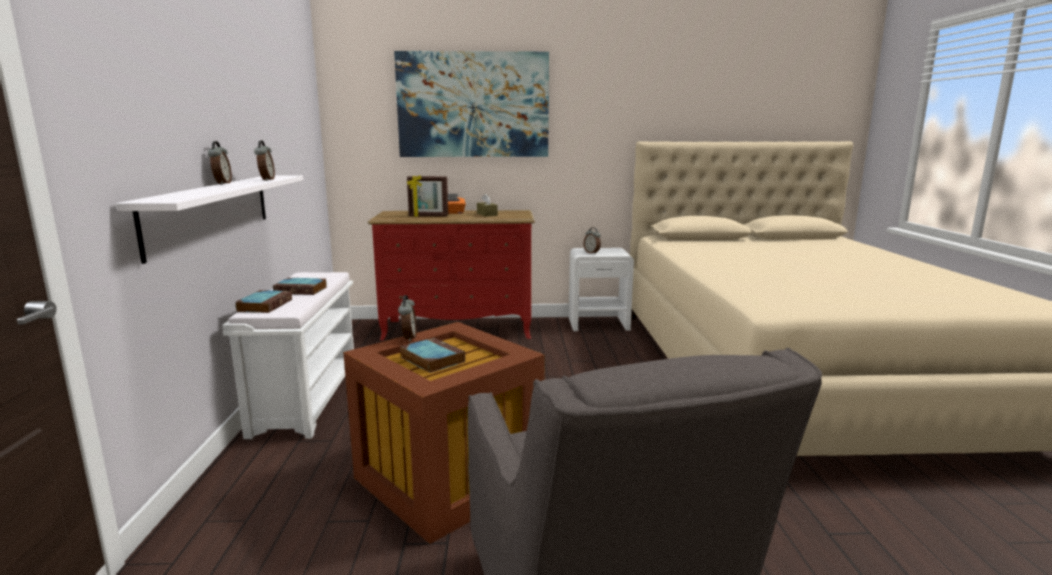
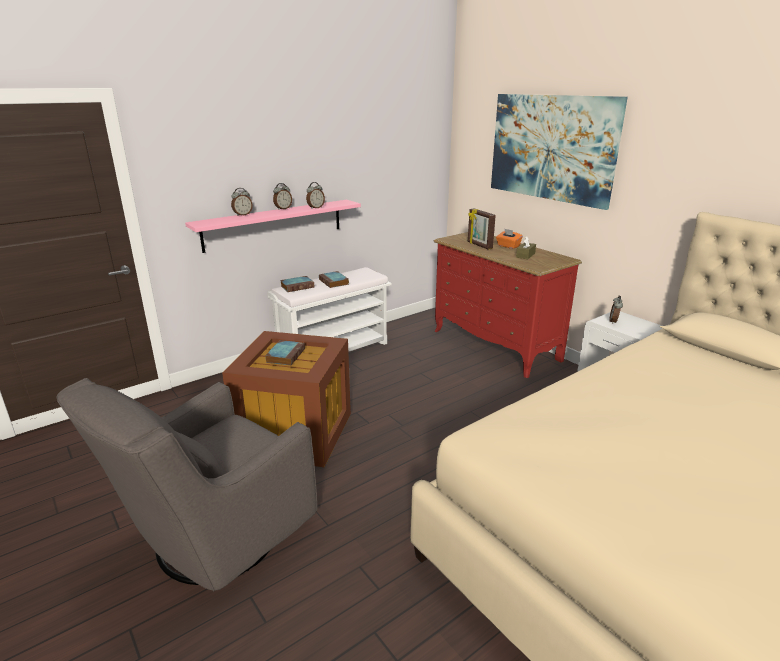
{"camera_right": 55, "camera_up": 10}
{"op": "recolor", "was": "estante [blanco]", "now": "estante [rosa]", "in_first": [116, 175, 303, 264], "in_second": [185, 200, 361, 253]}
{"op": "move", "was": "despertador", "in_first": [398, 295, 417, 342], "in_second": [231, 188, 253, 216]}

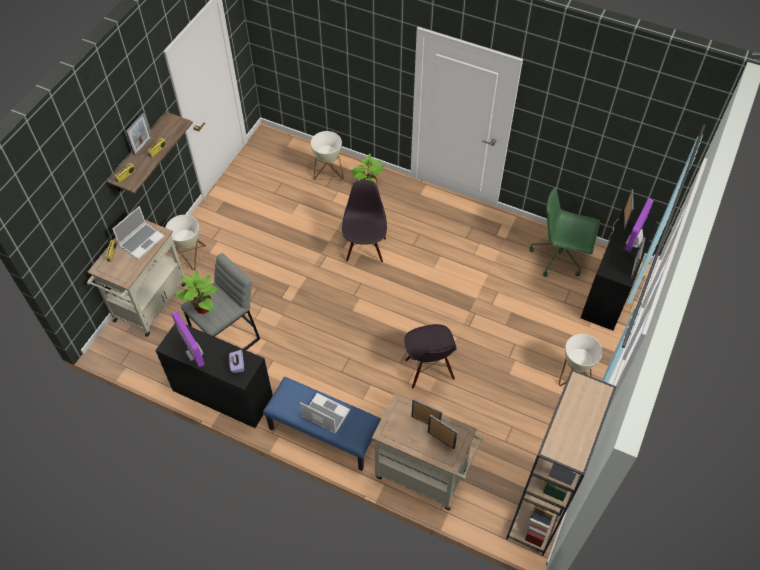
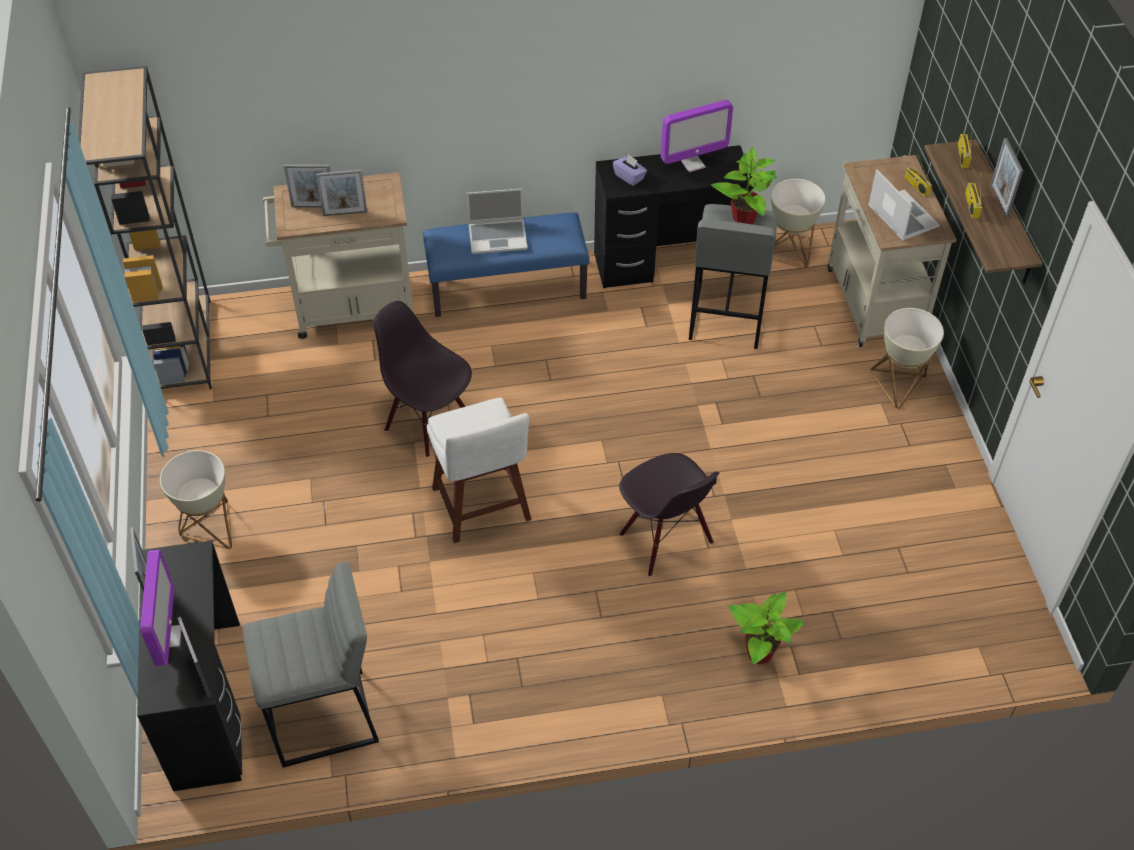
{"camera_right": 145, "camera_up": -5}
{"op": "move", "was": "maceta", "in_first": [311, 131, 344, 180], "in_second": [771, 179, 826, 268]}
{"op": "replace", "was": "silla de oficina [verde]", "now": "taburete [gris]", "in_first": [529, 187, 600, 277], "in_second": [242, 562, 379, 768]}
{"op": "rotate", "was": "portátil", "in_first": [113, 206, 164, 259], "in_second": [868, 169, 940, 241], "clockwise": 150}
{"op": "rotate", "was": "monitor", "in_first": [171, 311, 205, 367], "in_second": [661, 100, 733, 172], "clockwise": 135}
{"op": "insert", "now": "silla [blanco]", "in_second": [427, 397, 532, 543]}

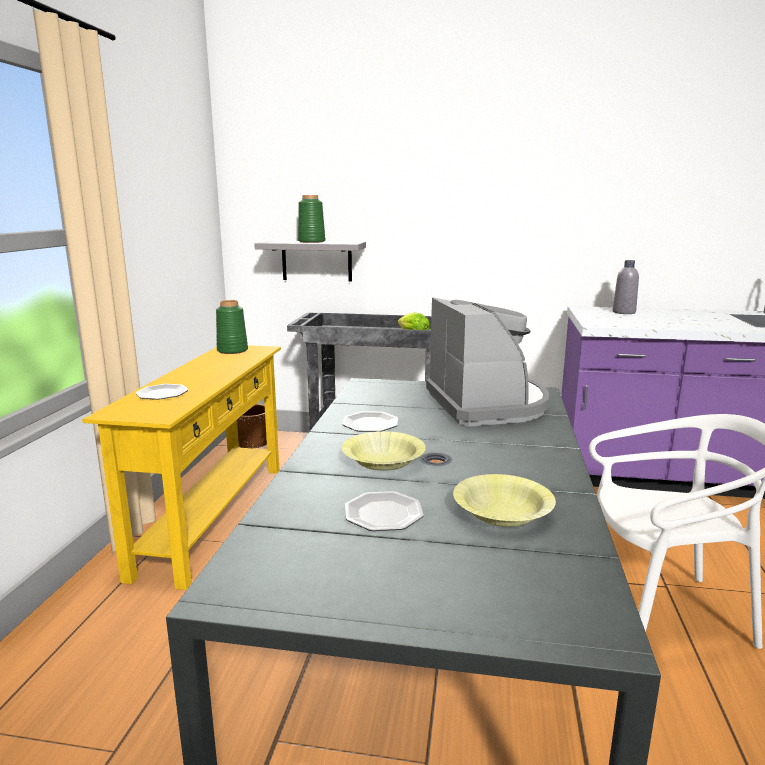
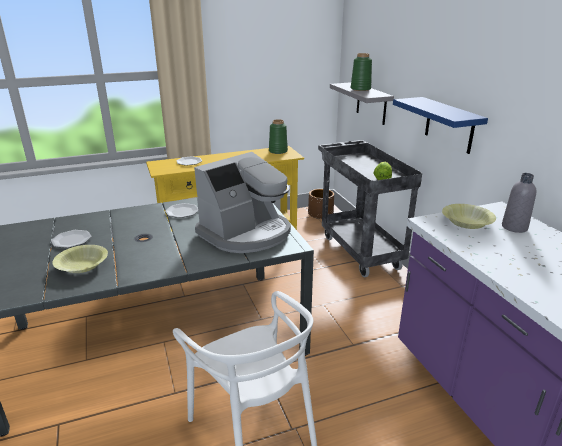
{"camera_right": 60, "camera_up": 10}
{"op": "move", "was": "cuenco [amarillo]", "in_first": [342, 431, 426, 471], "in_second": [442, 204, 496, 229]}
{"op": "insert", "now": "estante [azul]", "in_second": [393, 97, 488, 154]}

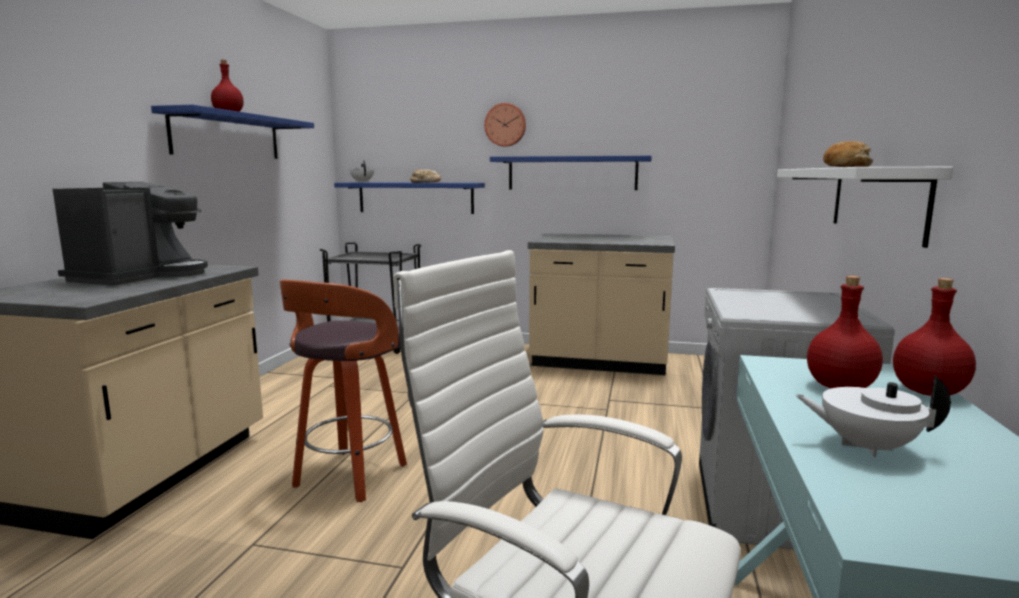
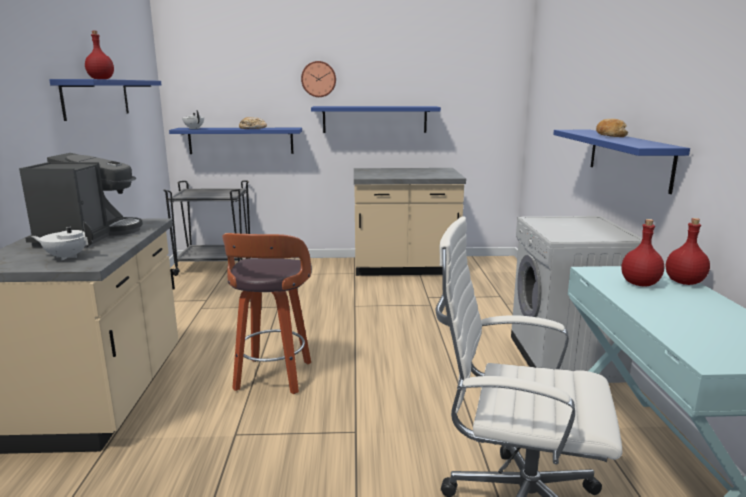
{"camera_right": -15, "camera_up": 5}
{"op": "recolor", "was": "estante [blanco]", "now": "estante [azul]", "in_first": [777, 167, 953, 248], "in_second": [553, 130, 690, 194]}
{"op": "move", "was": "tetera [blanco]", "in_first": [795, 375, 951, 457], "in_second": [31, 222, 93, 261]}

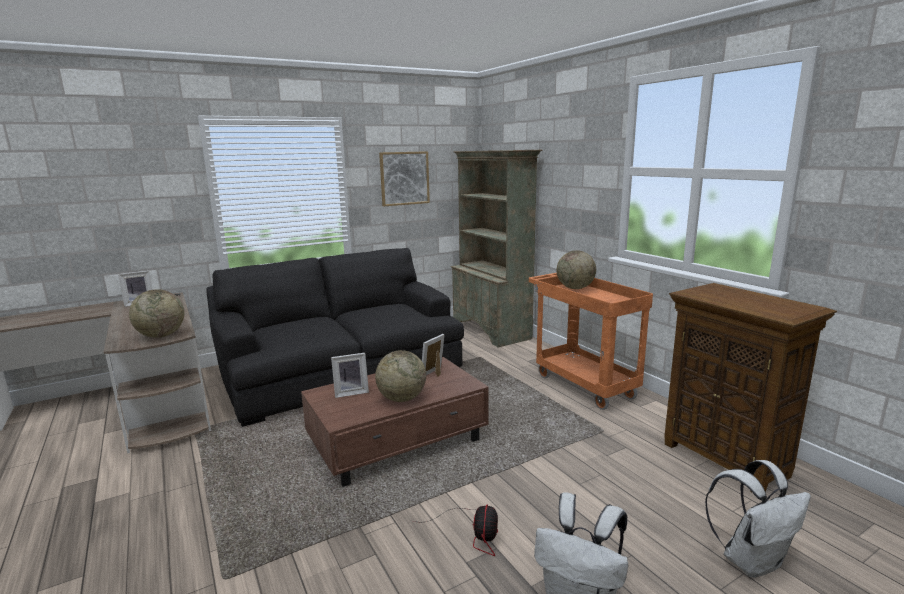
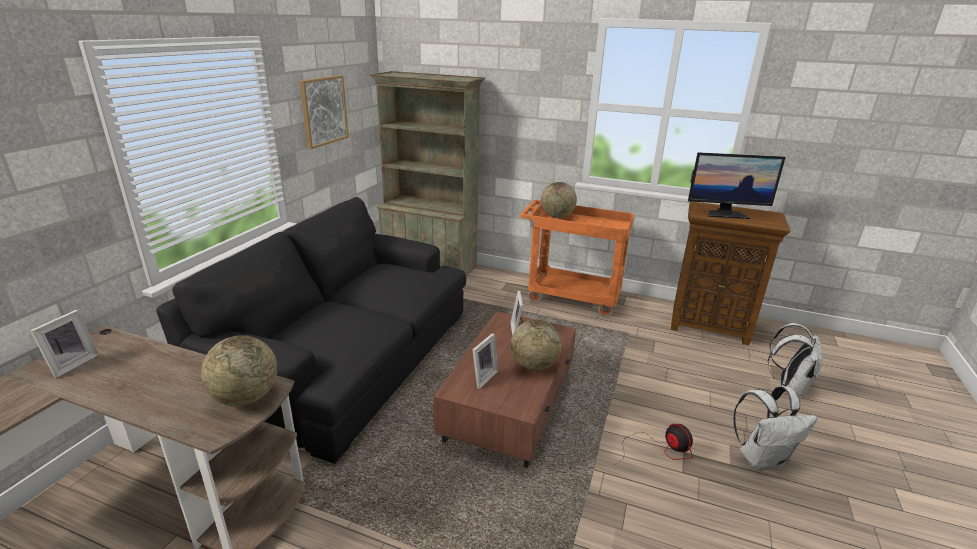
{"camera_right": -40, "camera_up": 10}
{"op": "insert", "now": "monitor", "in_second": [688, 152, 786, 219]}

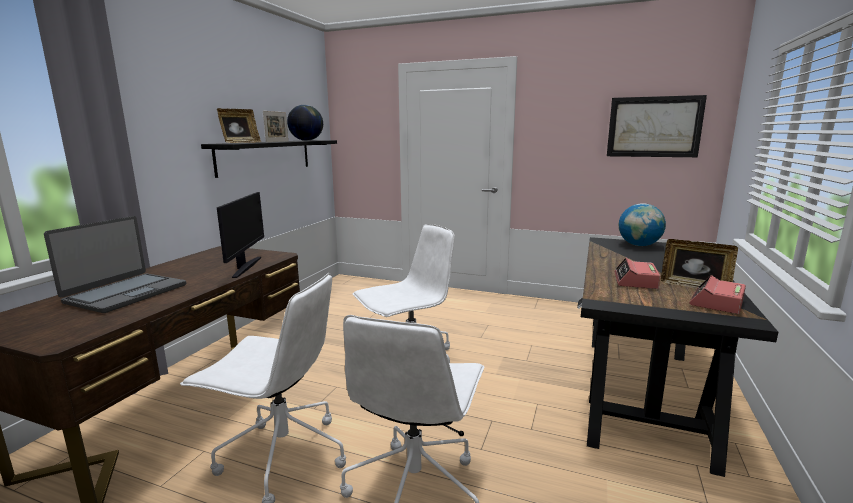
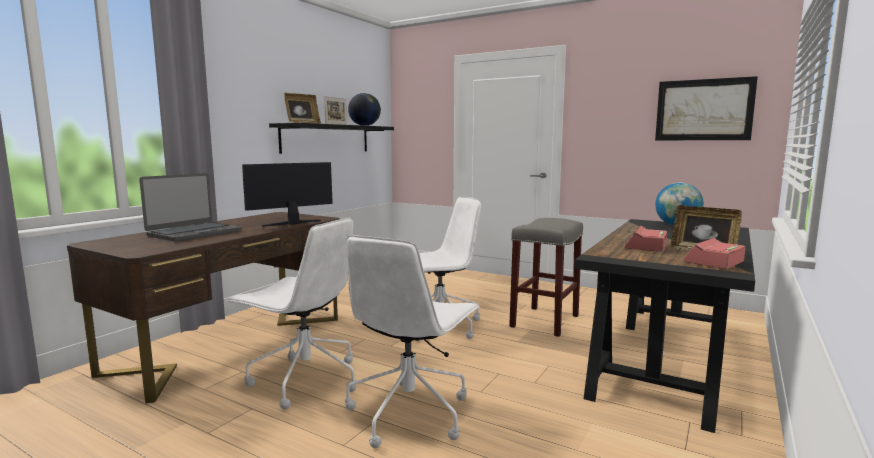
{"camera_right": 10, "camera_up": -5}
{"op": "rotate", "was": "monitor", "in_first": [217, 192, 264, 278], "in_second": [242, 162, 333, 227], "clockwise": -135}
{"op": "insert", "now": "taburete [gris]", "in_second": [509, 218, 583, 337]}

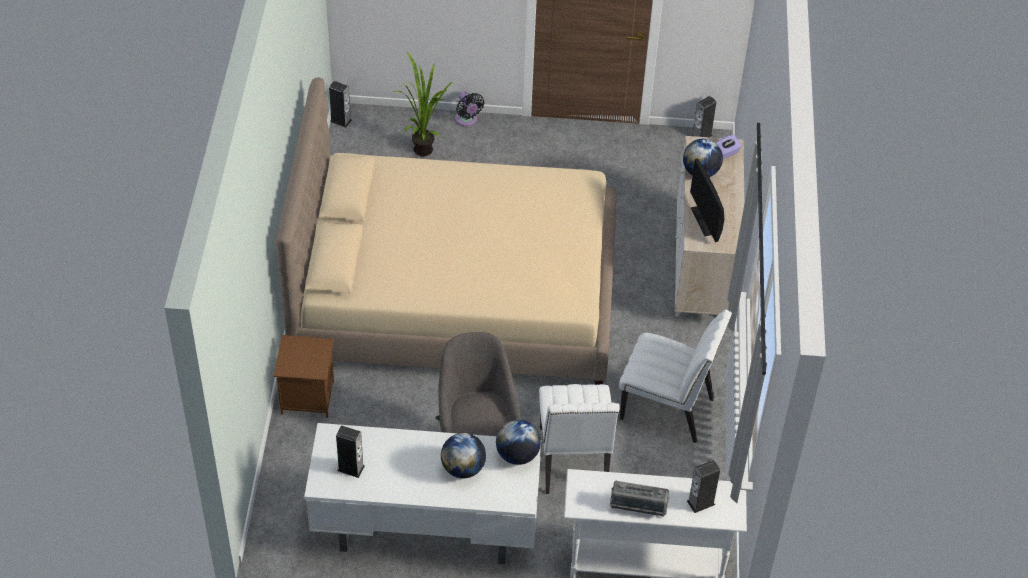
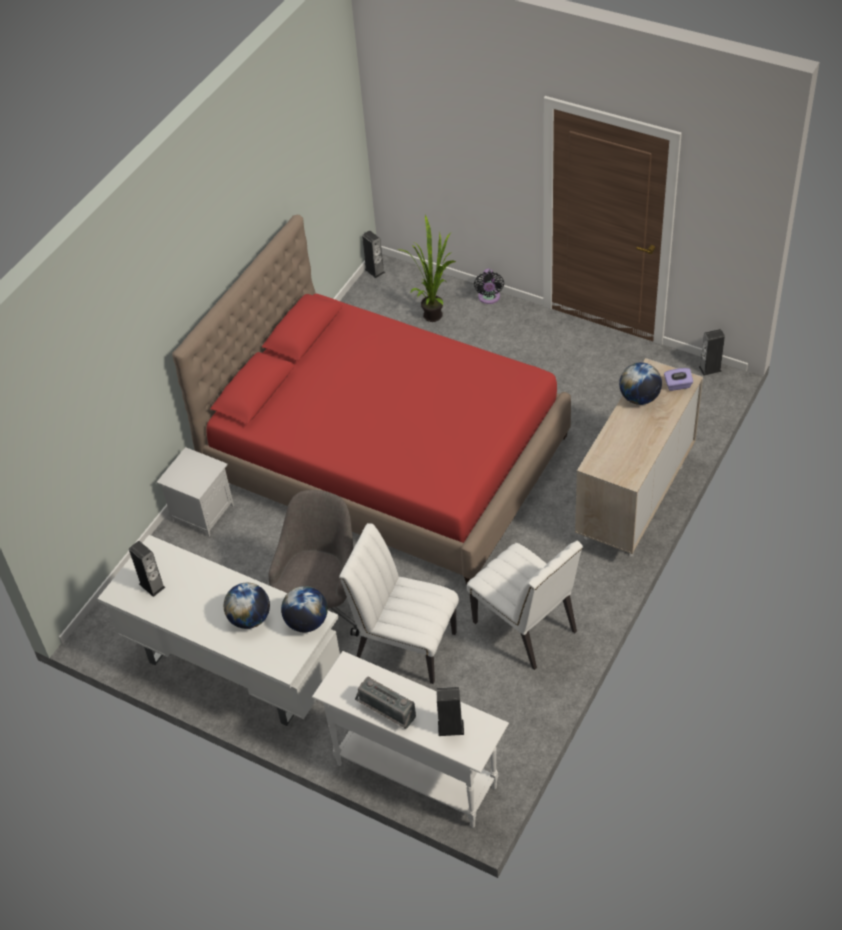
{"camera_right": 30, "camera_up": 0}
{"op": "recolor", "was": "cama [beis]", "now": "cama [rojo]", "in_first": [276, 77, 617, 385], "in_second": [172, 215, 571, 585]}
{"op": "delete", "was": "monitor", "in_first": [690, 159, 724, 242]}
{"op": "recolor", "was": "mesita de noche [marrón]", "now": "mesita de noche [gris]", "in_first": [273, 335, 334, 418], "in_second": [157, 447, 234, 537]}
{"op": "rotate", "was": "silla [blanco]", "in_first": [539, 384, 620, 494], "in_second": [339, 523, 459, 684], "clockwise": 90}

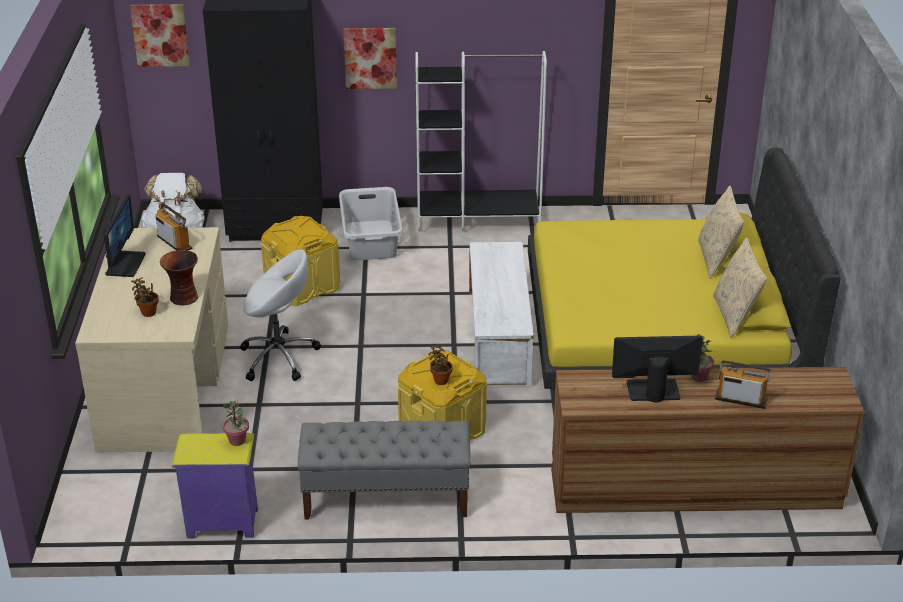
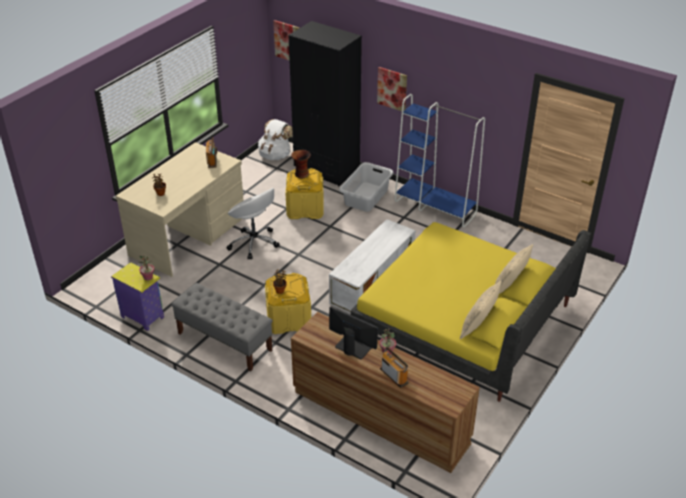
{"camera_right": 35, "camera_up": 5}
{"op": "recolor", "was": "perchero [negro]", "now": "perchero [azul]", "in_first": [415, 51, 547, 231], "in_second": [395, 94, 485, 228]}
{"op": "delete", "was": "monitor", "in_first": [103, 194, 146, 277]}
{"op": "move", "was": "florero", "in_first": [160, 250, 198, 306], "in_second": [291, 150, 311, 179]}

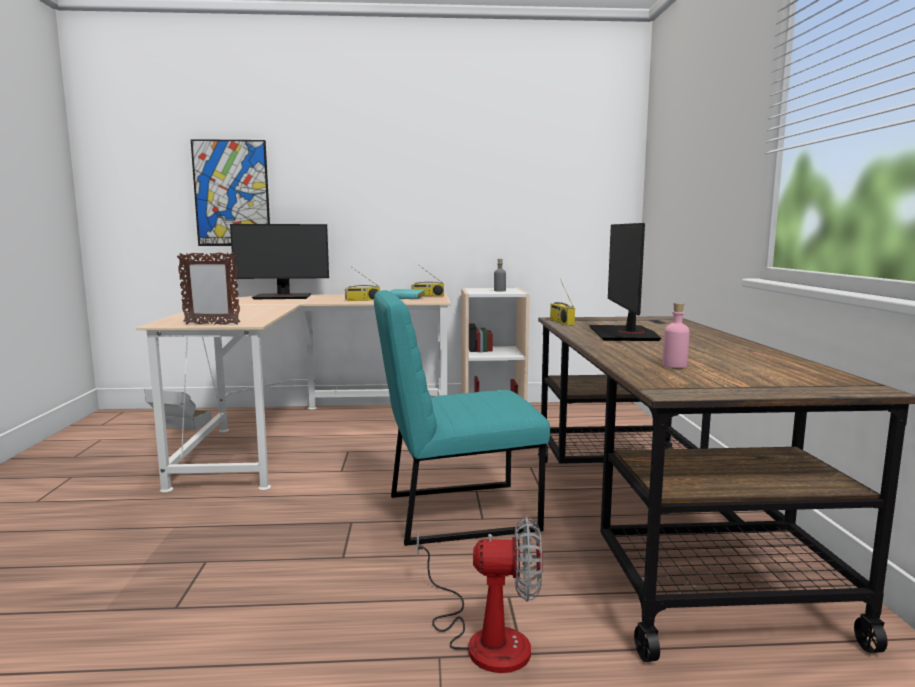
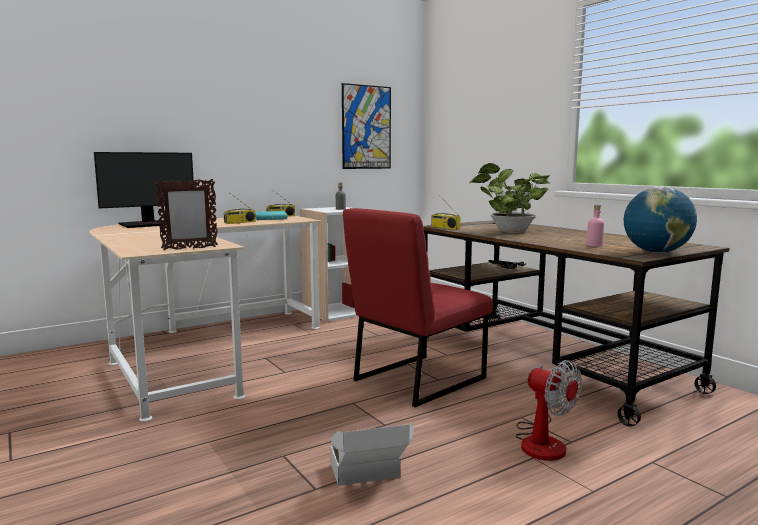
{"camera_right": -30, "camera_up": 0}
{"op": "move", "was": "cuadro", "in_first": [191, 139, 270, 246], "in_second": [342, 83, 391, 169]}
{"op": "replace", "was": "monitor", "now": "planta en maceta", "in_first": [589, 223, 661, 341], "in_second": [469, 163, 550, 233]}
{"op": "recolor", "was": "silla [turquesa]", "now": "silla [rojo]", "in_first": [374, 290, 550, 546], "in_second": [343, 208, 493, 407]}
{"op": "move", "was": "caja de cartón", "in_first": [145, 389, 211, 430], "in_second": [331, 423, 413, 486]}
{"op": "rotate", "was": "ventilador", "in_first": [417, 516, 543, 673], "in_second": [515, 360, 582, 461], "clockwise": 75}
{"op": "insert", "now": "globo terráqueo", "in_second": [624, 187, 697, 253]}

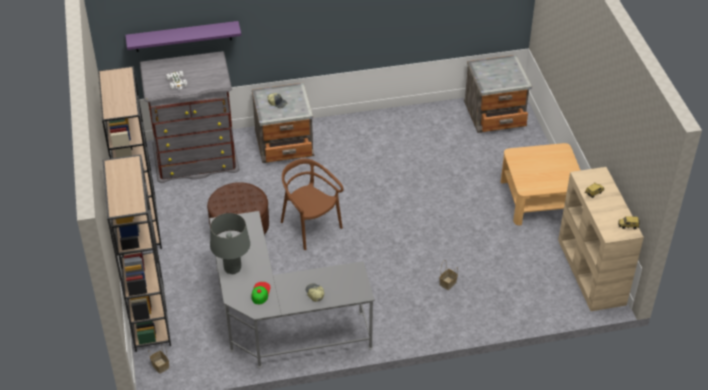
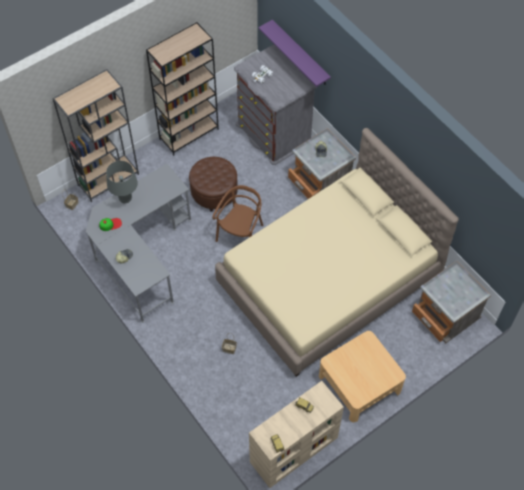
{"camera_right": 65, "camera_up": 15}
{"op": "insert", "now": "cama [beis]", "in_second": [215, 128, 459, 377]}

